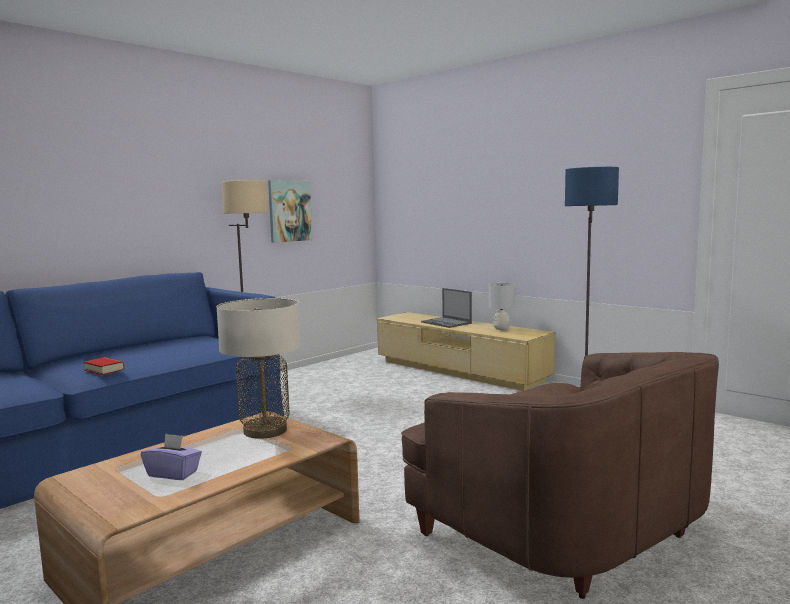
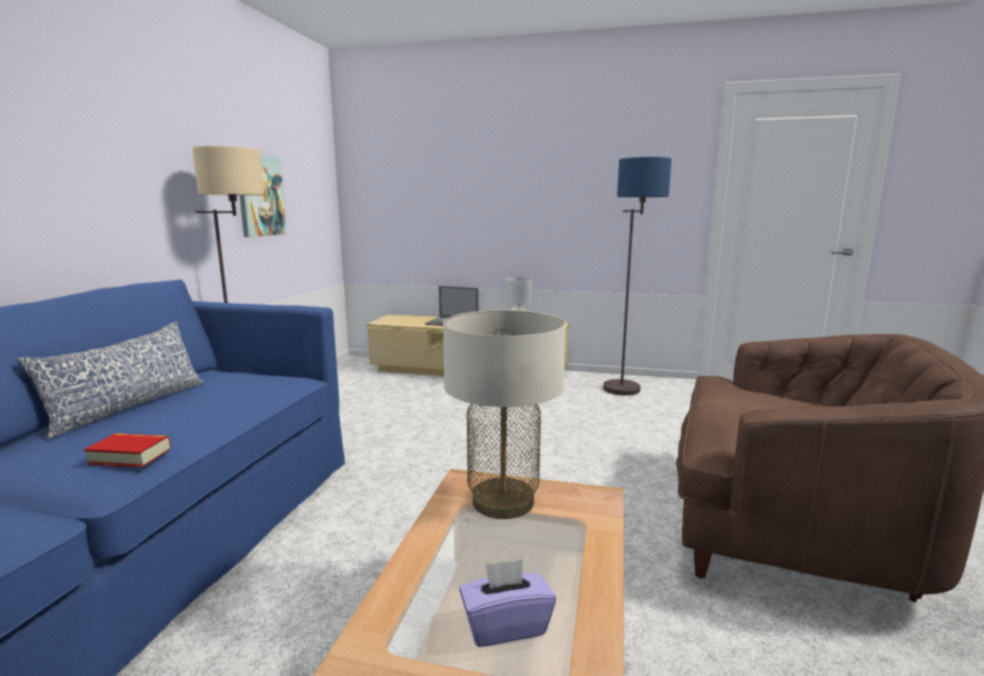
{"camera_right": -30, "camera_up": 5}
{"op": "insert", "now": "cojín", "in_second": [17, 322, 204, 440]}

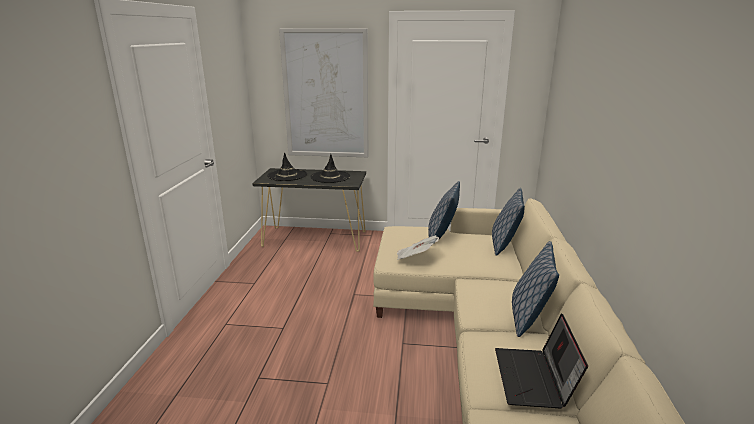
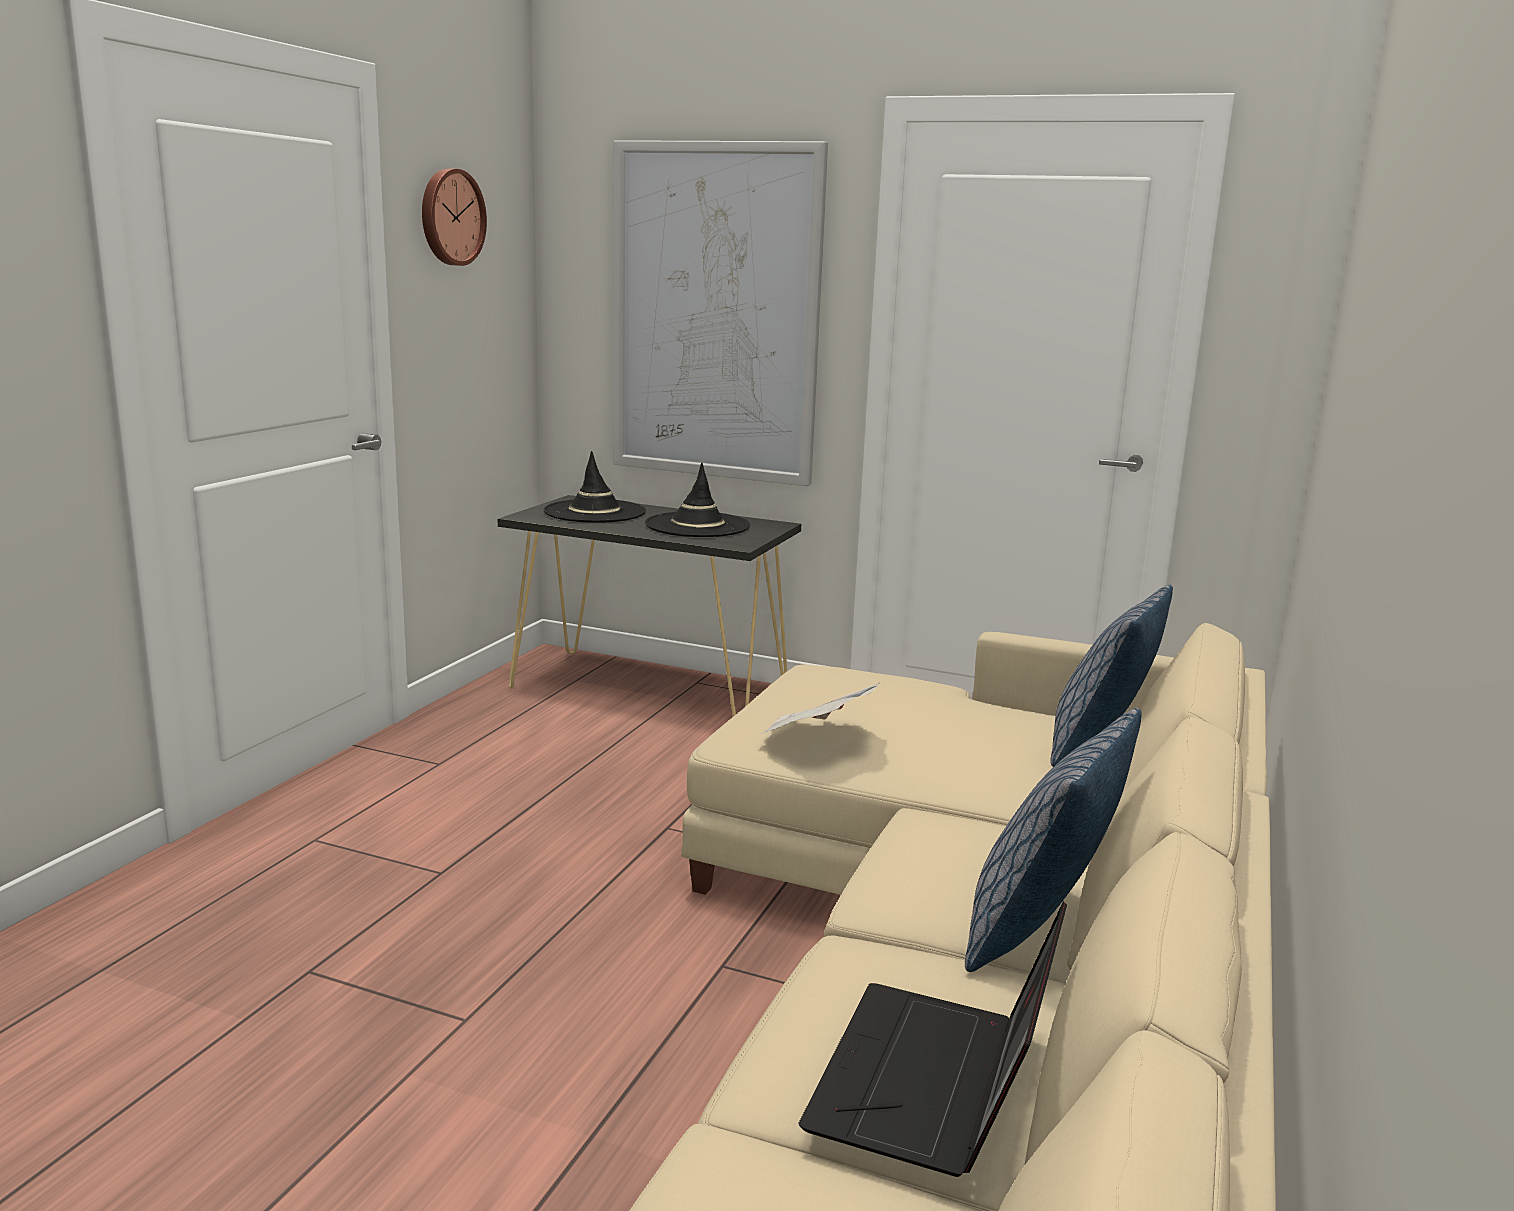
{"camera_right": 15, "camera_up": -5}
{"op": "delete", "was": "cojín", "in_first": [428, 181, 460, 245]}
{"op": "insert", "now": "reloj de pared", "in_second": [422, 169, 487, 266]}

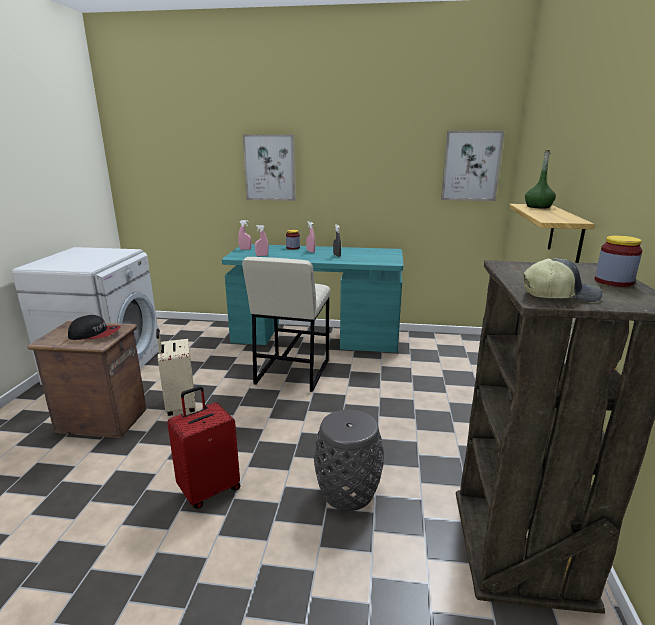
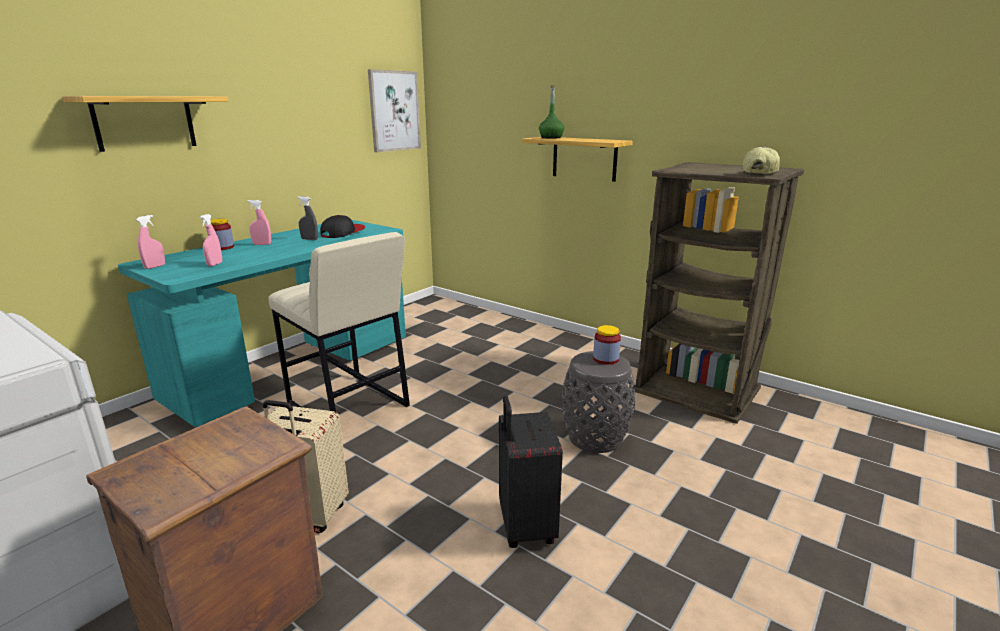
{"camera_right": -60, "camera_up": 0}
{"op": "replace", "was": "cuadro", "now": "estante", "in_first": [242, 134, 296, 201], "in_second": [62, 96, 228, 152]}
{"op": "move", "was": "tarro", "in_first": [595, 235, 643, 287], "in_second": [593, 325, 621, 365]}
{"op": "move", "was": "gorra", "in_first": [68, 315, 121, 340], "in_second": [321, 215, 365, 238]}
{"op": "recolor", "was": "maleta [rojo]", "now": "maleta [negro]", "in_first": [167, 386, 240, 509], "in_second": [499, 396, 563, 548]}

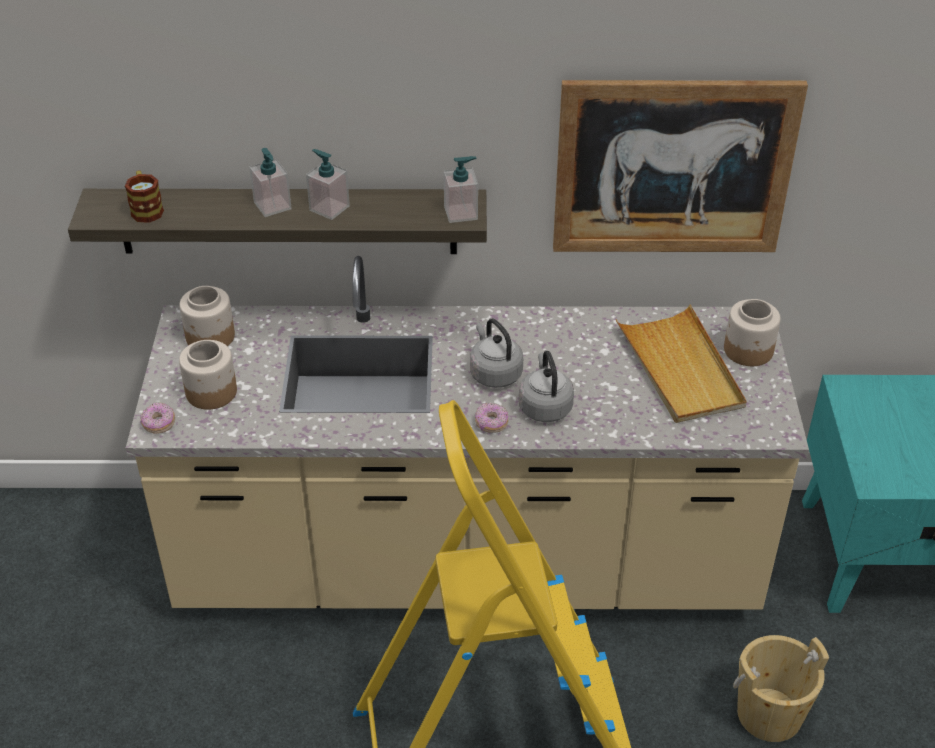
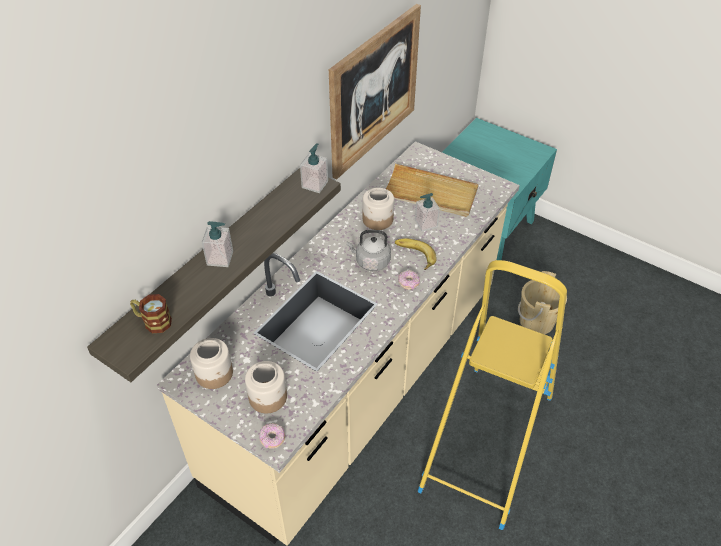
{"camera_right": -55, "camera_up": 5}
{"op": "move", "was": "dispensador de jabón", "in_first": [306, 149, 350, 220], "in_second": [415, 193, 440, 232]}
{"op": "move", "was": "tarro", "in_first": [724, 299, 781, 366], "in_second": [362, 188, 394, 230]}
{"op": "replace", "was": "hervidor [gris]", "now": "plátano", "in_first": [519, 351, 574, 422], "in_second": [395, 238, 437, 270]}

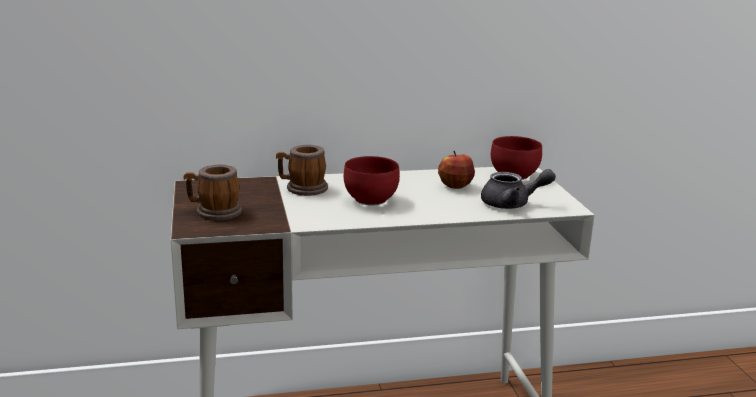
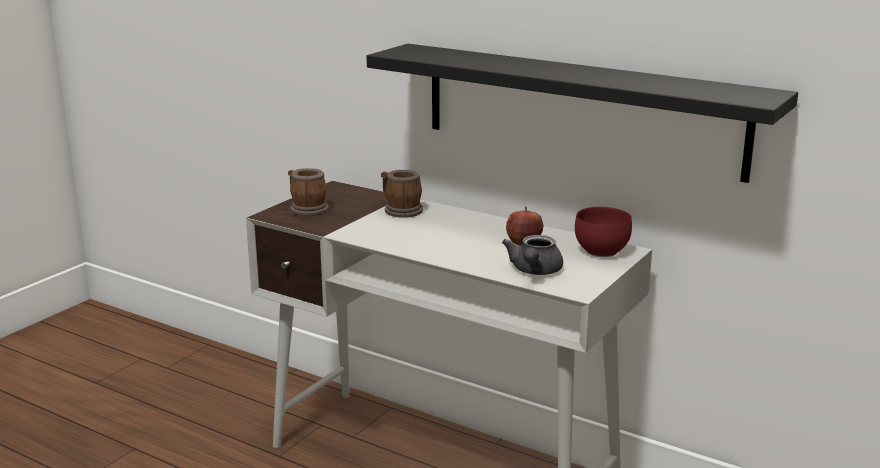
{"camera_right": 45, "camera_up": 0}
{"op": "delete", "was": "cuenco [rojo]", "in_first": [344, 156, 400, 206]}
{"op": "rotate", "was": "tetera [gris]", "in_first": [481, 169, 556, 209], "in_second": [502, 235, 563, 275], "clockwise": 60}
{"op": "insert", "now": "estante [negro]", "in_second": [367, 44, 798, 183]}

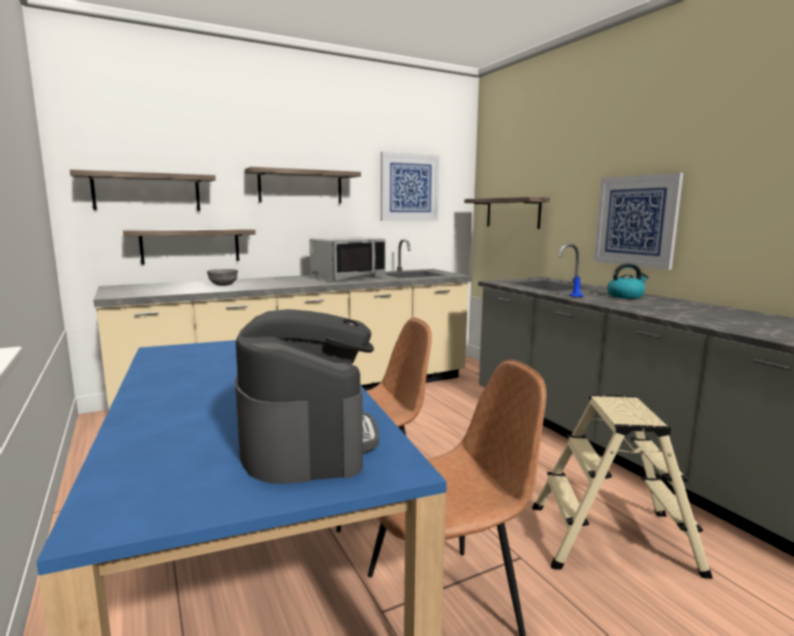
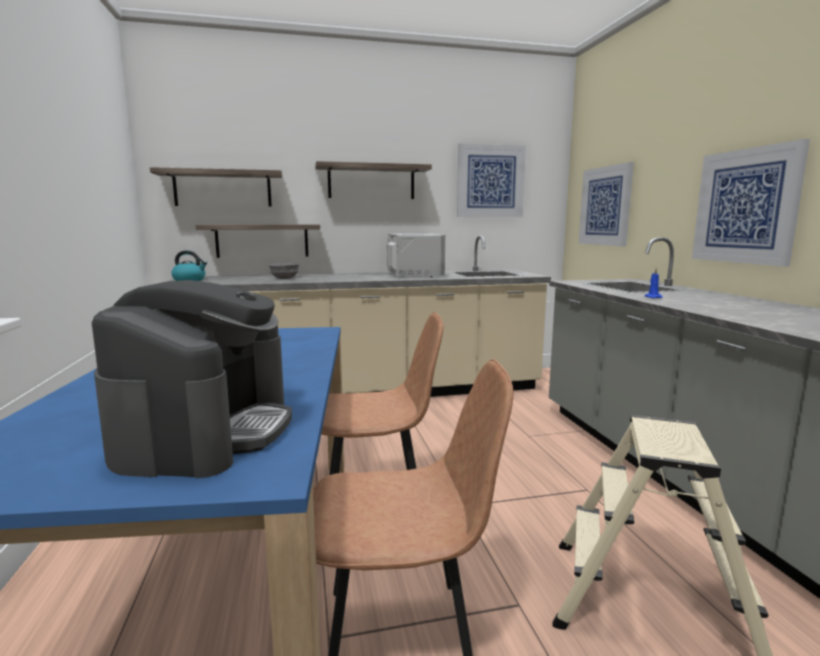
{"camera_right": 15, "camera_up": 0}
{"op": "replace", "was": "estante", "now": "cuadro", "in_first": [464, 197, 550, 229], "in_second": [579, 162, 634, 247]}
{"op": "rotate", "was": "microondas [gris]", "in_first": [309, 237, 386, 281], "in_second": [387, 234, 445, 277], "clockwise": -75}
{"op": "move", "was": "hervidor", "in_first": [607, 263, 649, 299], "in_second": [171, 250, 207, 281]}

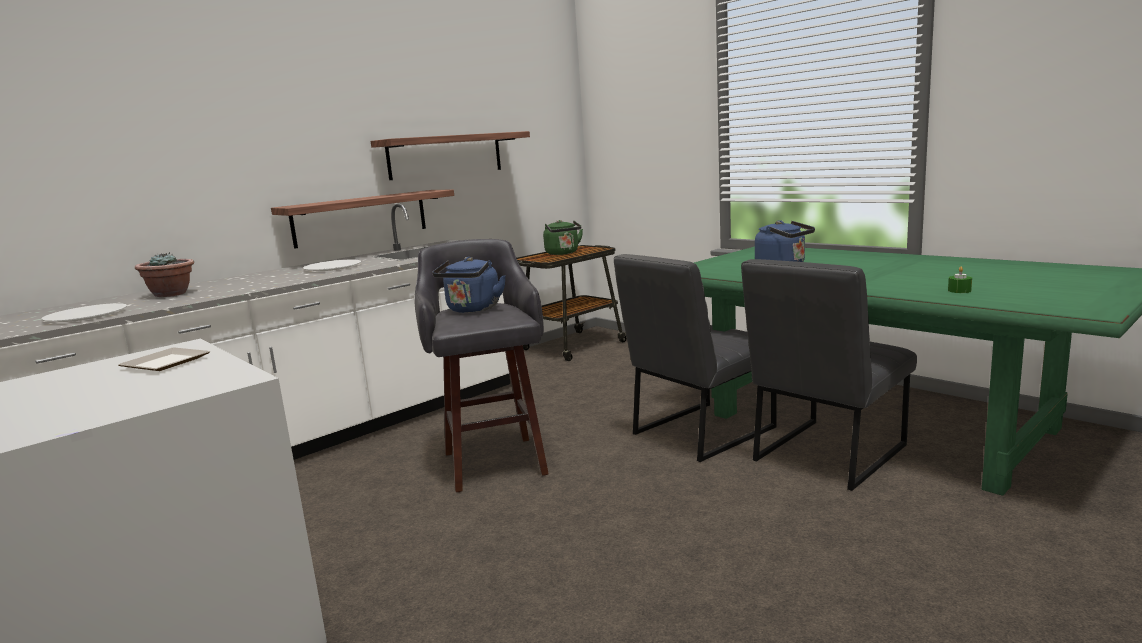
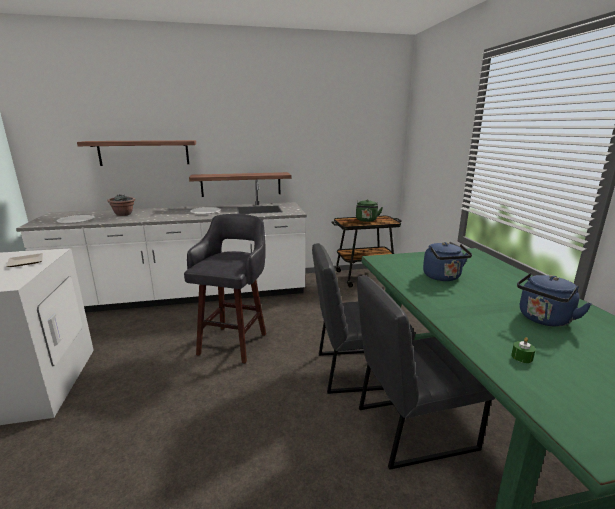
{"camera_right": 30, "camera_up": 5}
{"op": "move", "was": "estante", "in_first": [371, 131, 530, 180], "in_second": [77, 140, 196, 166]}
{"op": "move", "was": "hervidor [azul]", "in_first": [433, 257, 506, 313], "in_second": [517, 273, 592, 327]}

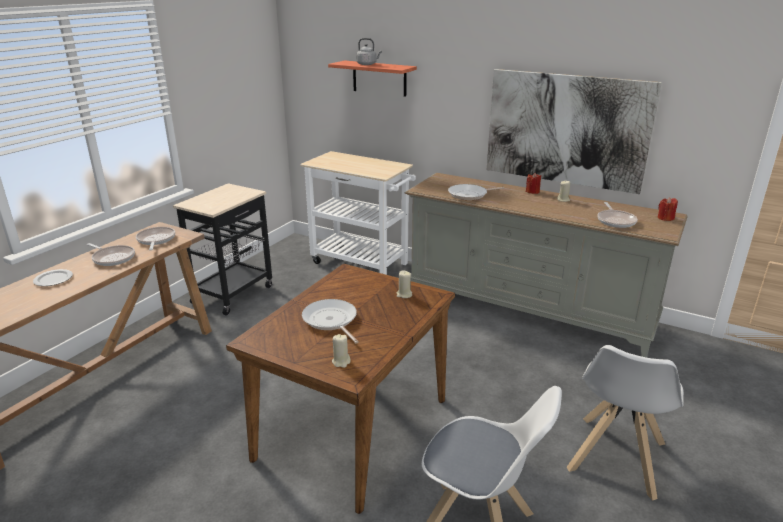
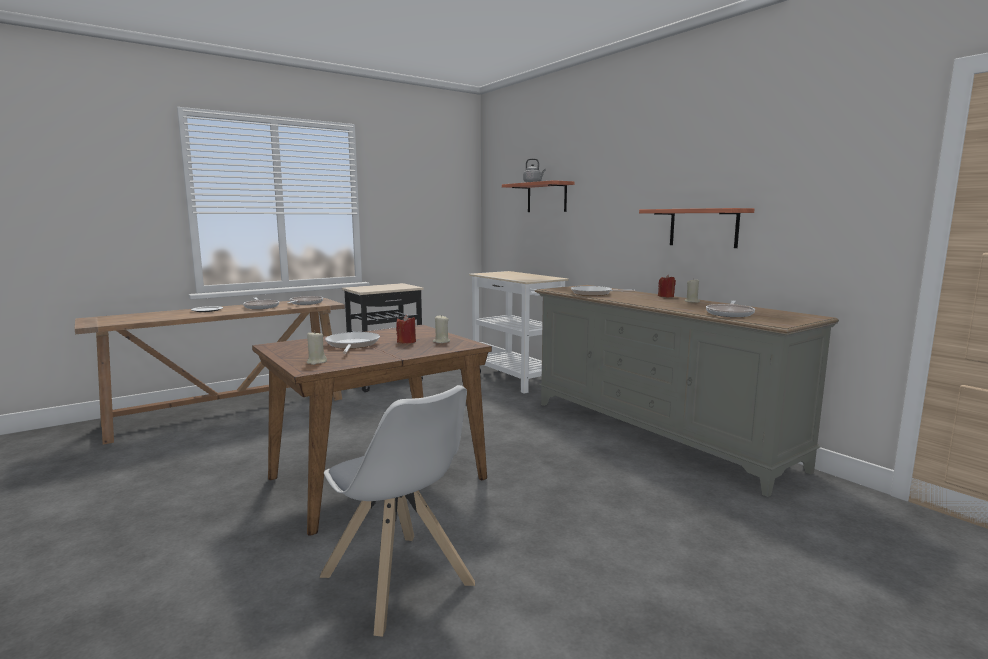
{"camera_right": 25, "camera_up": -15}
{"op": "replace", "was": "cuadro", "now": "estante", "in_first": [486, 69, 662, 194], "in_second": [639, 208, 754, 248]}
{"op": "move", "was": "vela [rojo]", "in_first": [657, 197, 678, 221], "in_second": [396, 315, 416, 344]}
{"op": "delete", "was": "silla", "in_first": [567, 345, 684, 501]}

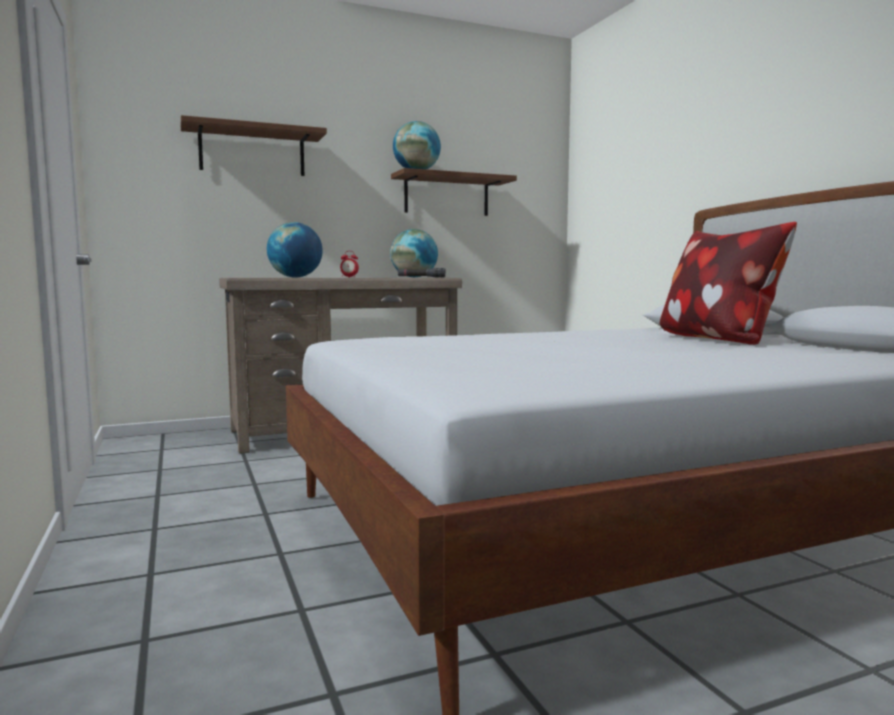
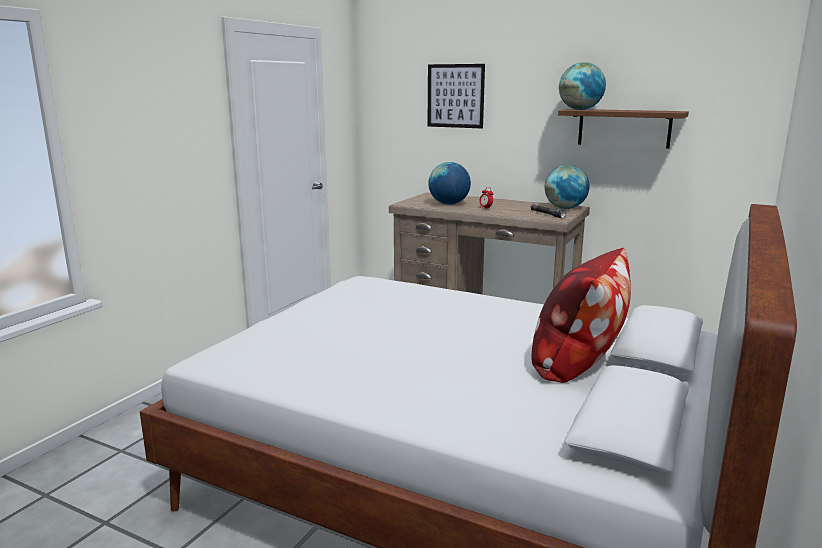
{"camera_right": 50, "camera_up": 10}
{"op": "replace", "was": "estante [marrón]", "now": "cuadro", "in_first": [181, 115, 327, 176], "in_second": [428, 64, 485, 128]}

